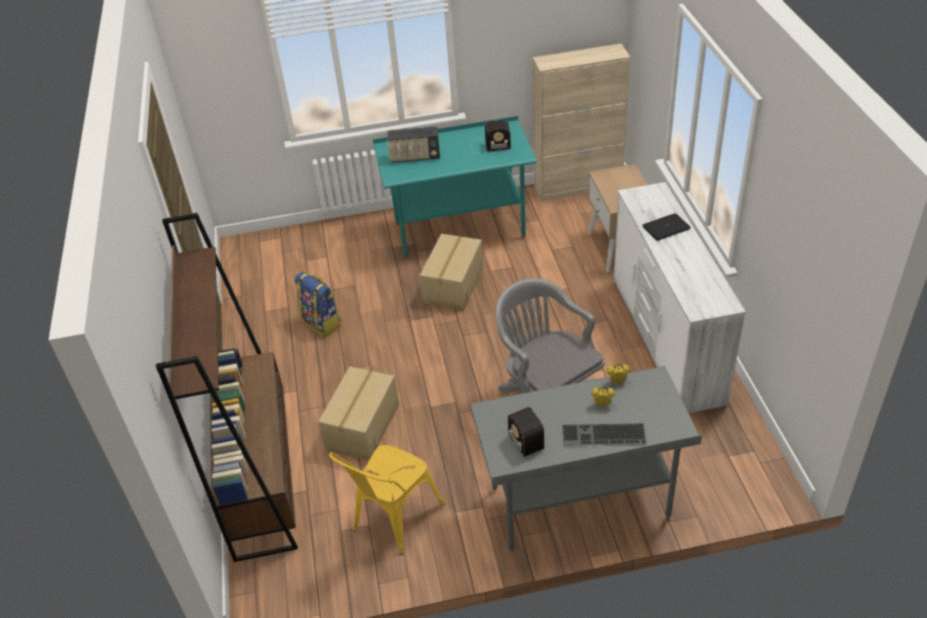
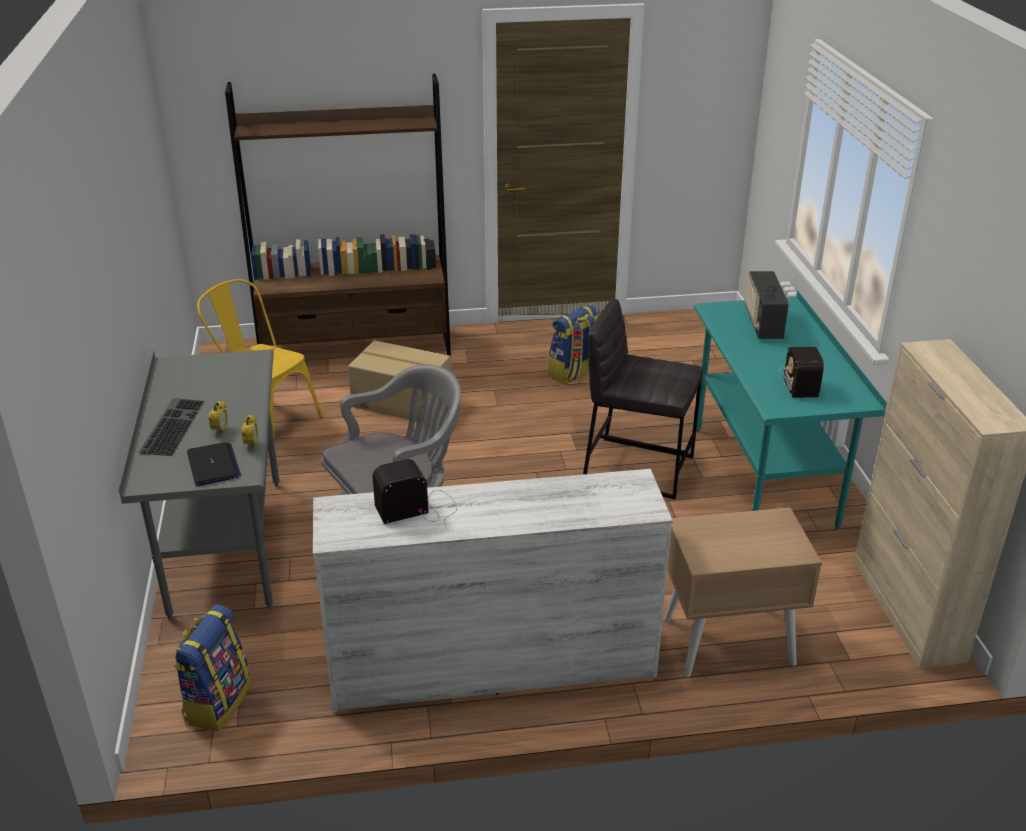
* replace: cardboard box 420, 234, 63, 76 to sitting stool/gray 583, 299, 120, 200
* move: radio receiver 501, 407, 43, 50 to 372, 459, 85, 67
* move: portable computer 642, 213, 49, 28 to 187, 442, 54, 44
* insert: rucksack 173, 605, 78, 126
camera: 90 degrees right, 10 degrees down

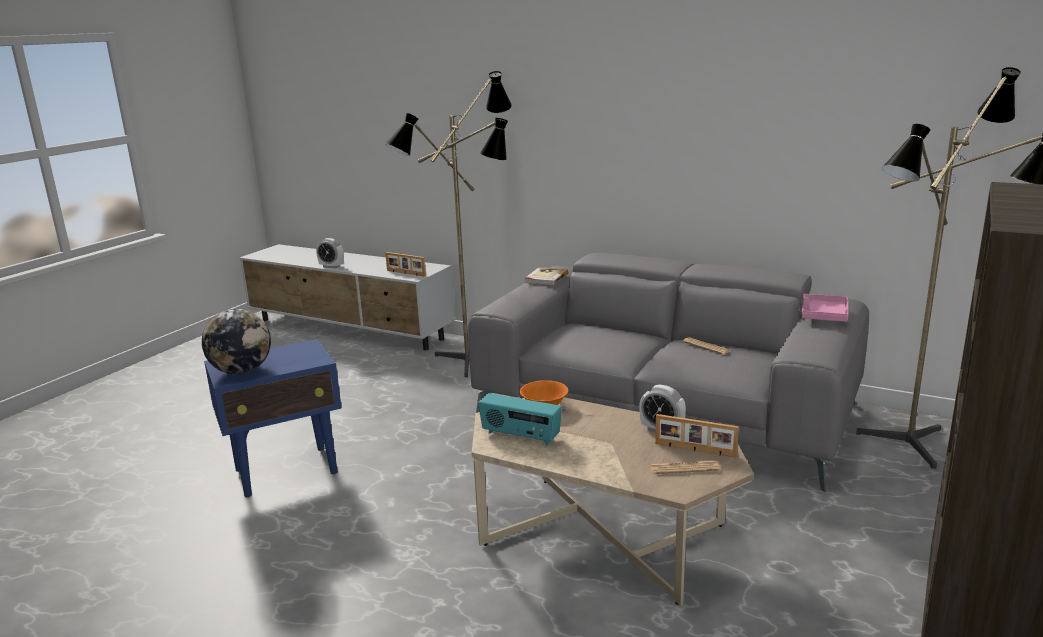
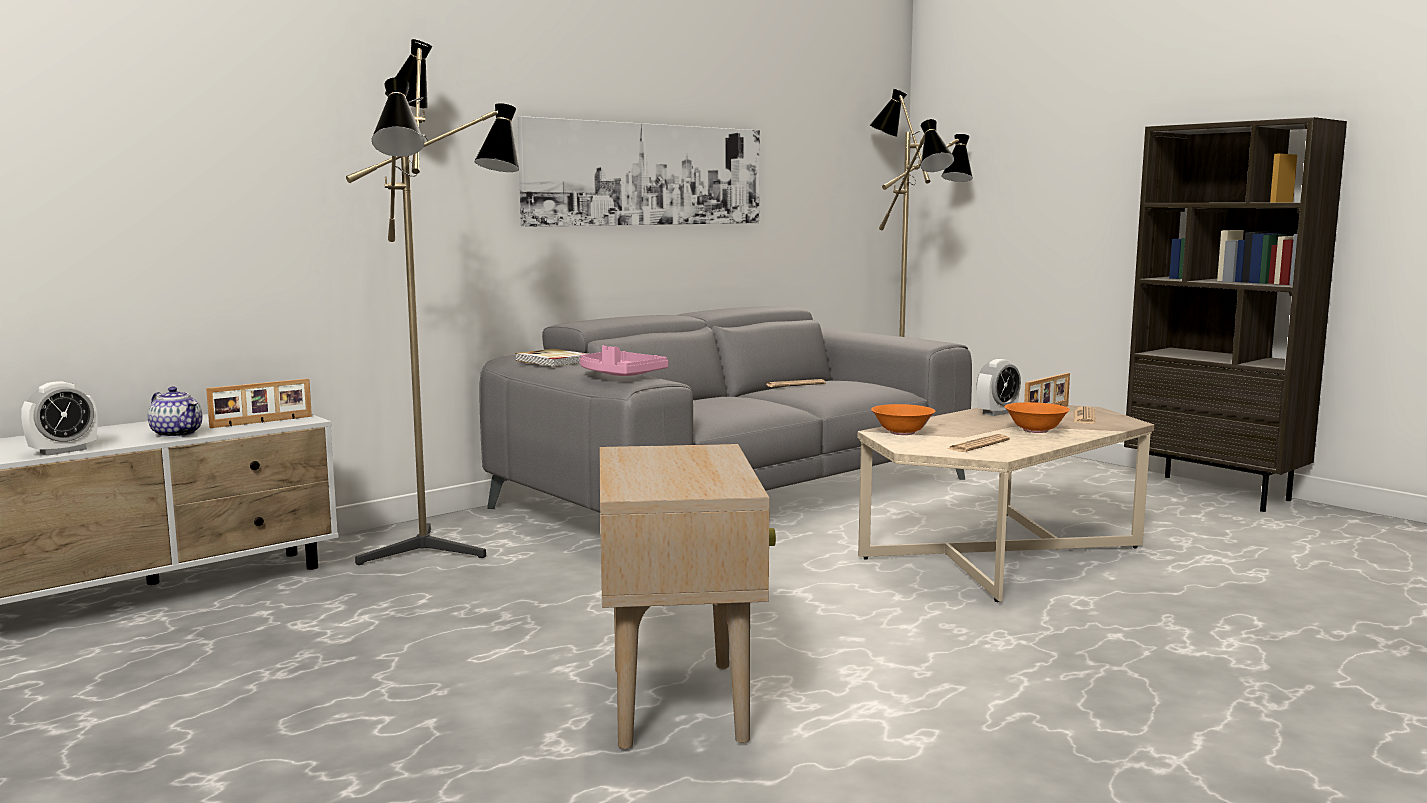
* delete: desk globe 202, 309, 69, 65
* recolor: accent table/blue 204, 339, 138, 159 to accent table/beige-coloured 600, 444, 176, 305
* replace: radio receiver 478, 393, 84, 52 to newspaper 947, 434, 63, 18
* move: carrying tray/pink 801, 294, 47, 28 to 580, 345, 89, 31
* insert: pot for tea 147, 387, 55, 51
* insert: picture 517, 116, 243, 111
* insert: bowl/orangey 1005, 402, 65, 31
camera: 70 degrees left, 10 degrees down

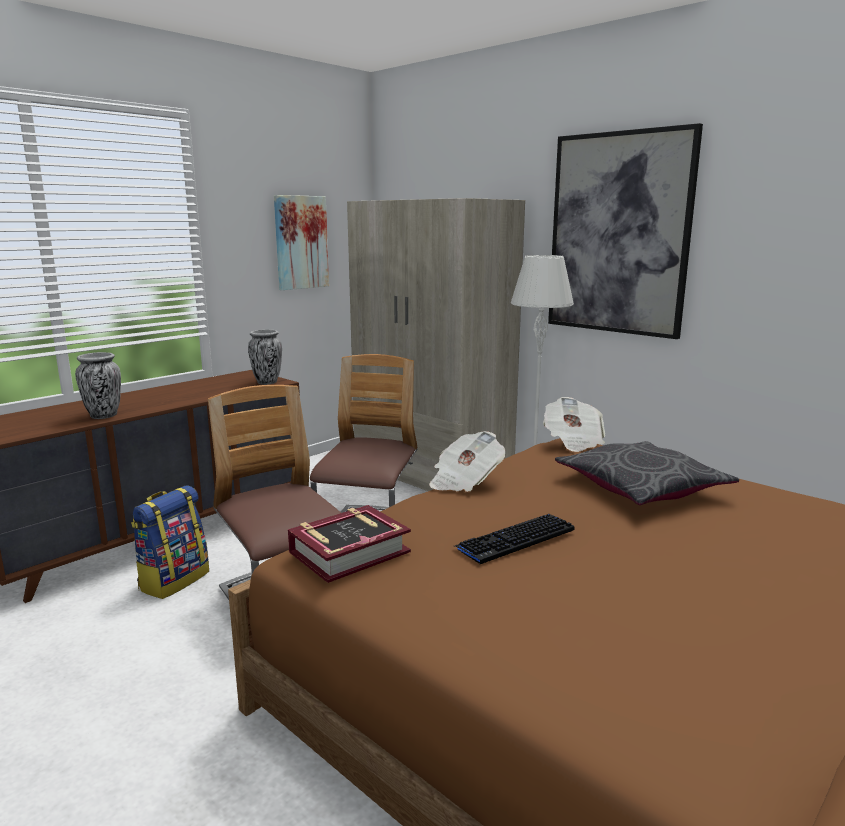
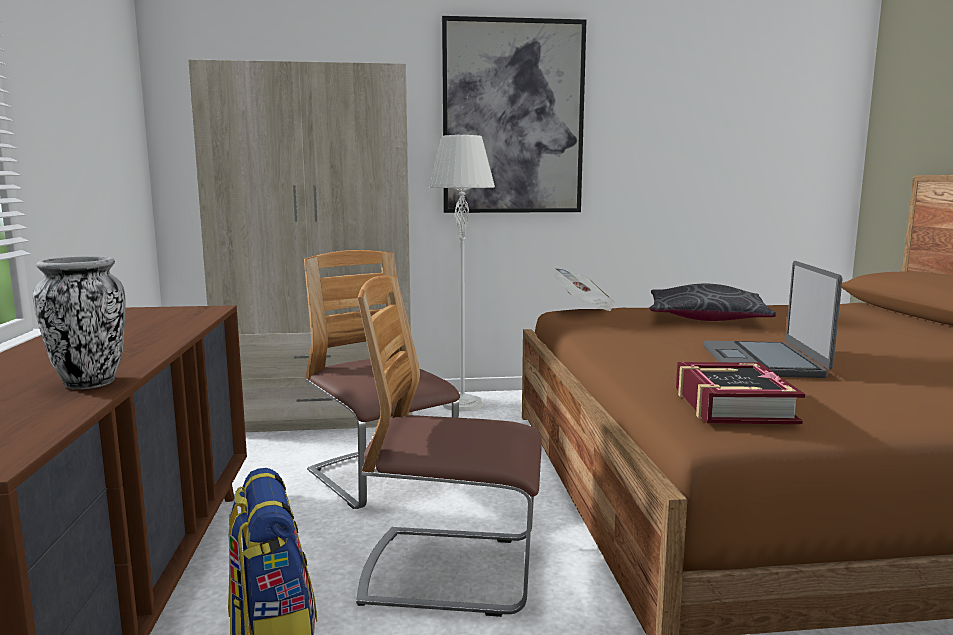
* delete: vase 248, 329, 34, 56
* delete: picture 274, 195, 55, 95
* delete: newspaper 429, 431, 77, 61
* replace: PC keyboard 455, 514, 120, 50 to portable computer 703, 261, 140, 117
camera: 50 degrees left, 5 degrees down

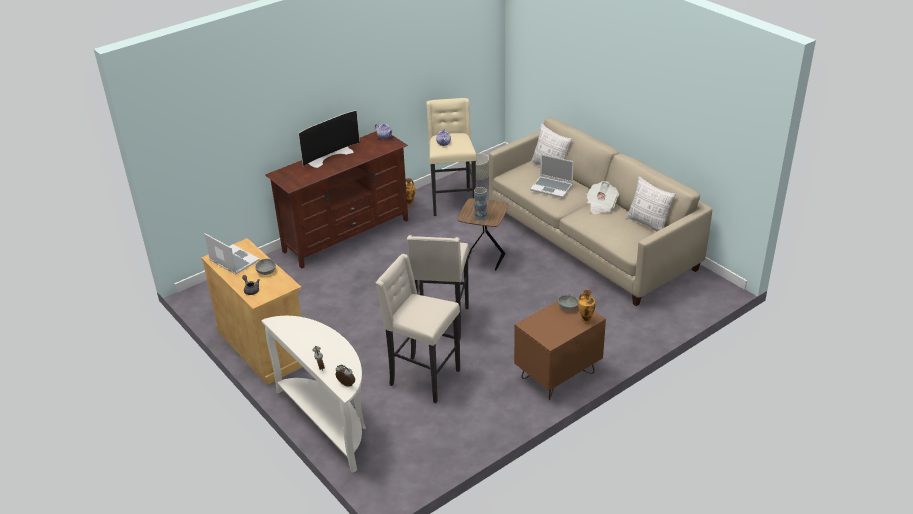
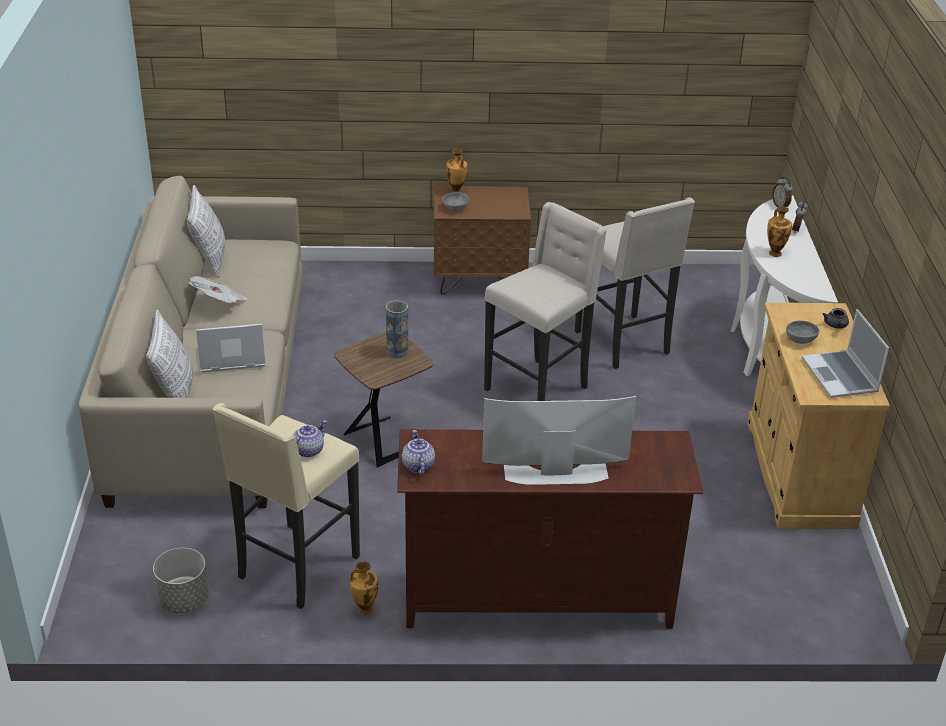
* rotate: portable computer 530, 154, 44, 44 = 196, 324, 70, 48 75 degrees counterclockwise
* insert: vase 767, 206, 25, 51
camera: 145 degrees left, 0 degrees up

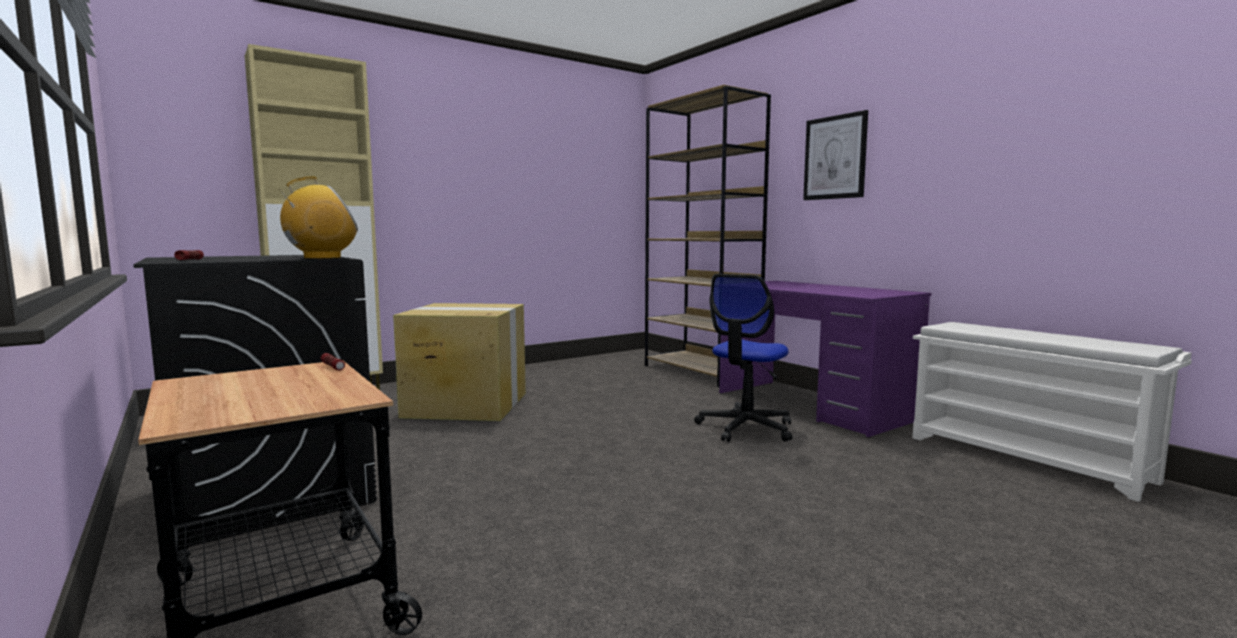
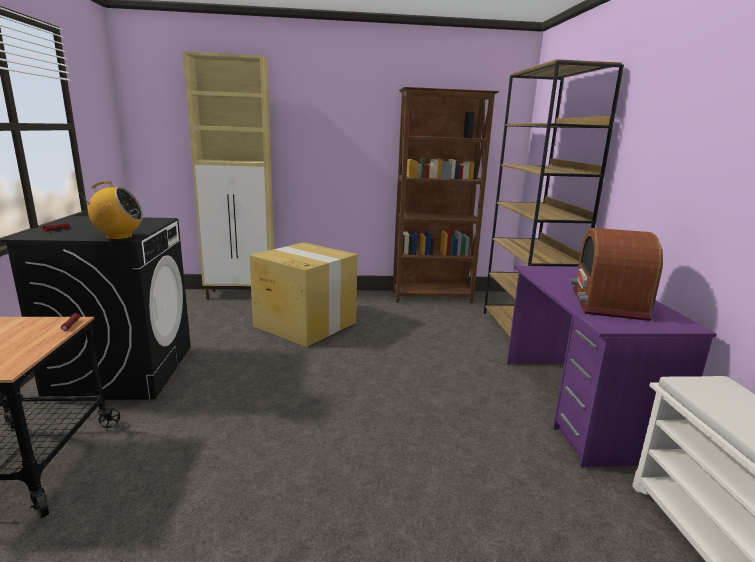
* delete: desk chair 694, 274, 98, 168
* delete: picture 803, 110, 65, 90
* insert: shelving unit/brownish 393, 87, 106, 216
* insert: radio receiver 570, 228, 93, 93
camera: 30 degrees right, 10 degrees up

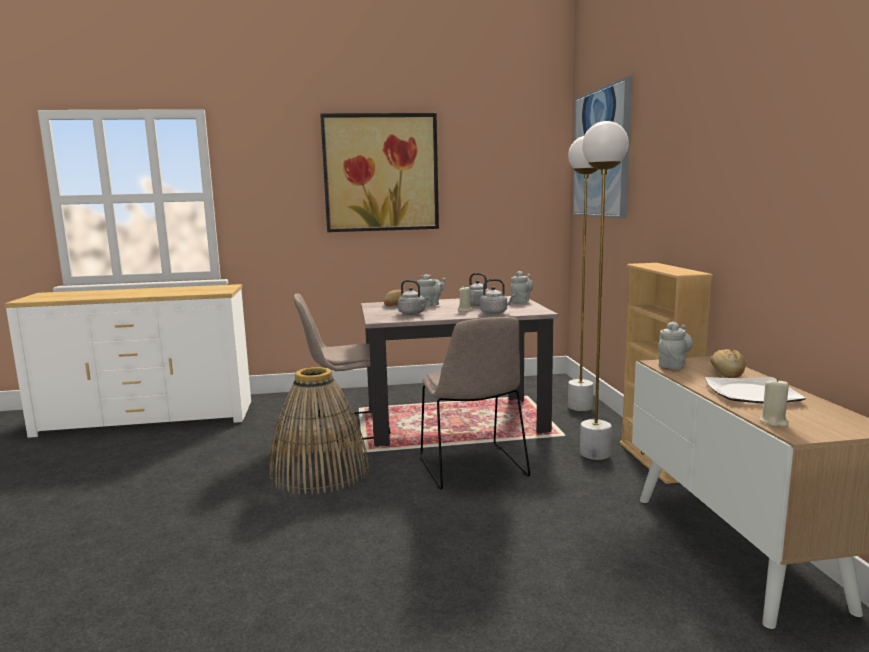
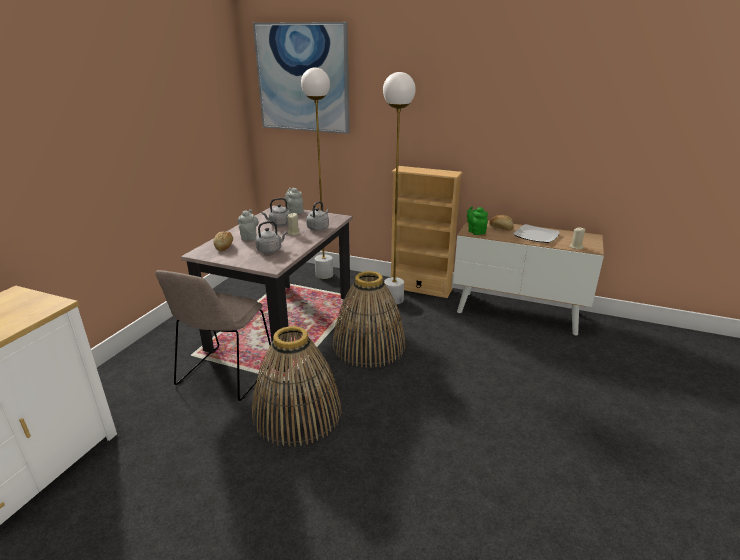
* delete: picture 320, 113, 119, 119
* replace: chair/beige-coloured 420, 317, 110, 173 to household basket 333, 271, 72, 97
* recolor: pot for tea/gray 658, 322, 35, 47 to pot for tea/greenish 467, 206, 21, 29
camera: 60 degrees left, 15 degrees up

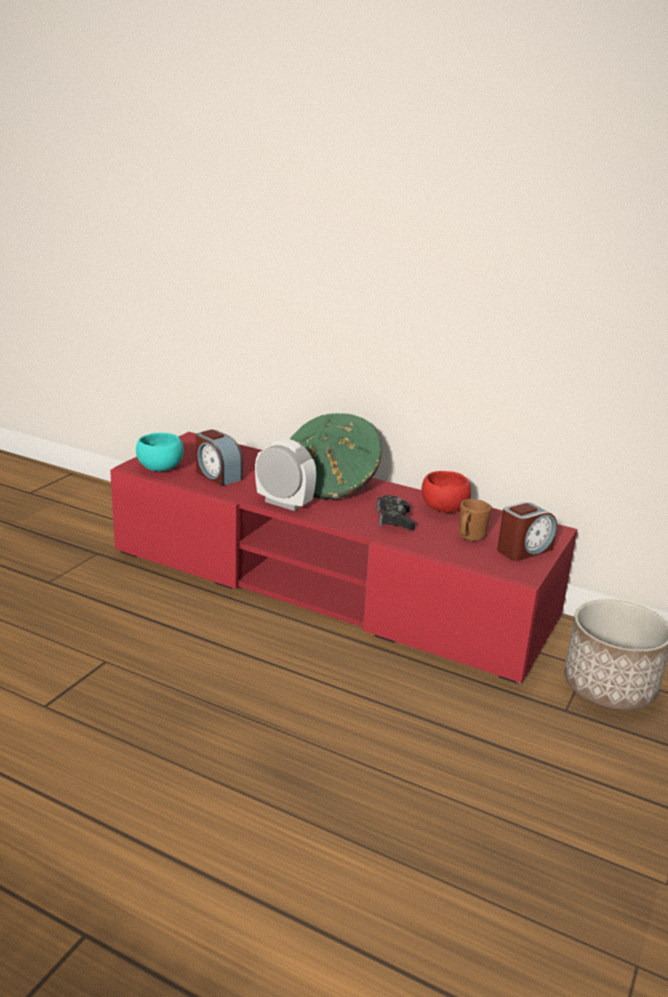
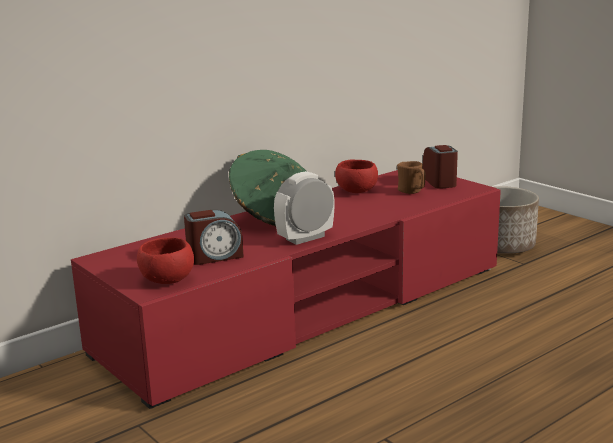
* recolor: bowl/turquoise-coloured 136, 433, 48, 39 to bowl/red-coloured 137, 237, 57, 47
* delete: game controller/black-coloured 376, 495, 39, 36
camera: 65 degrees left, 5 degrees down

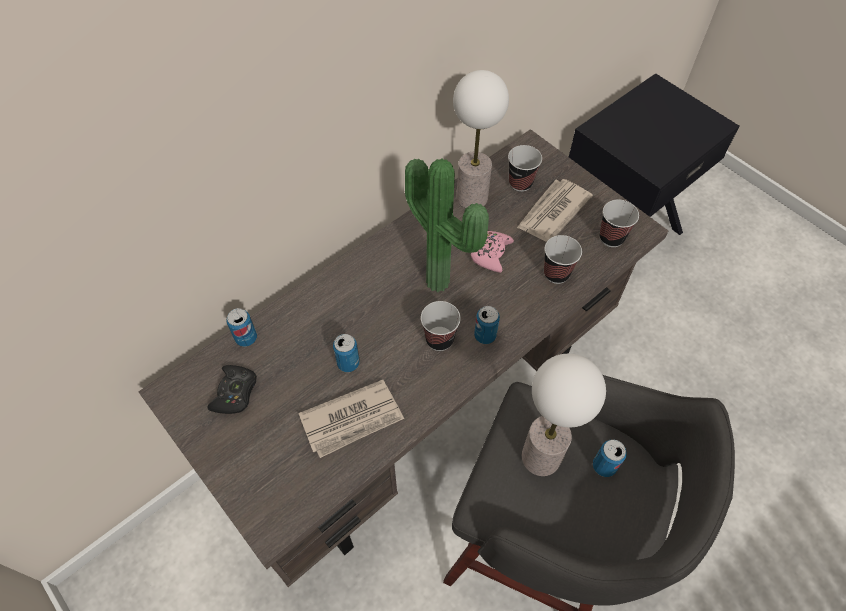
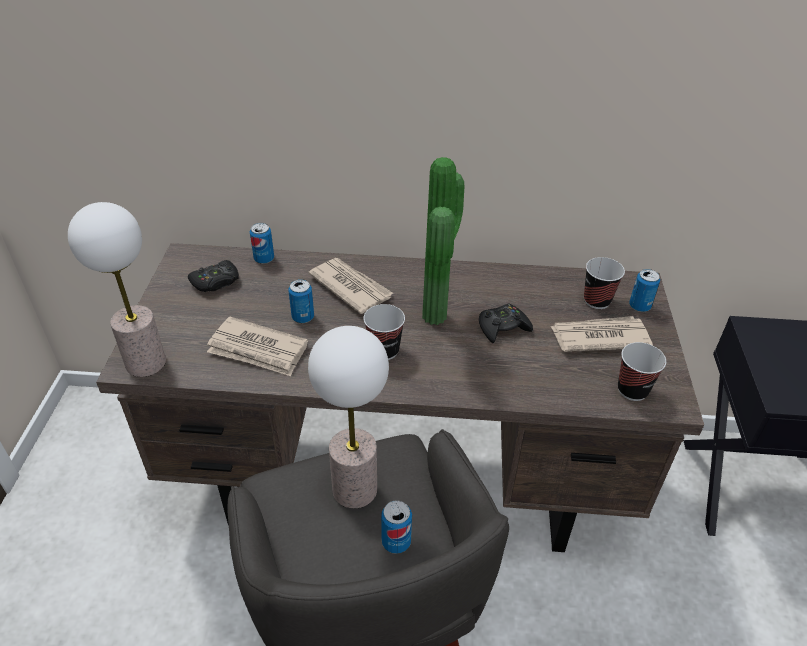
* move: table lamp 453, 70, 56, 138 to 68, 202, 98, 175
* recolor: game controller/pink 471, 231, 43, 42 to game controller/black-coloured 479, 303, 54, 40
* move: sealed can 474, 306, 26, 38 to 629, 269, 31, 43
* delete: drinking cup 544, 235, 38, 49
* insert: newspaper 308, 258, 85, 56
camera: 45 degrees right, 15 degrees down

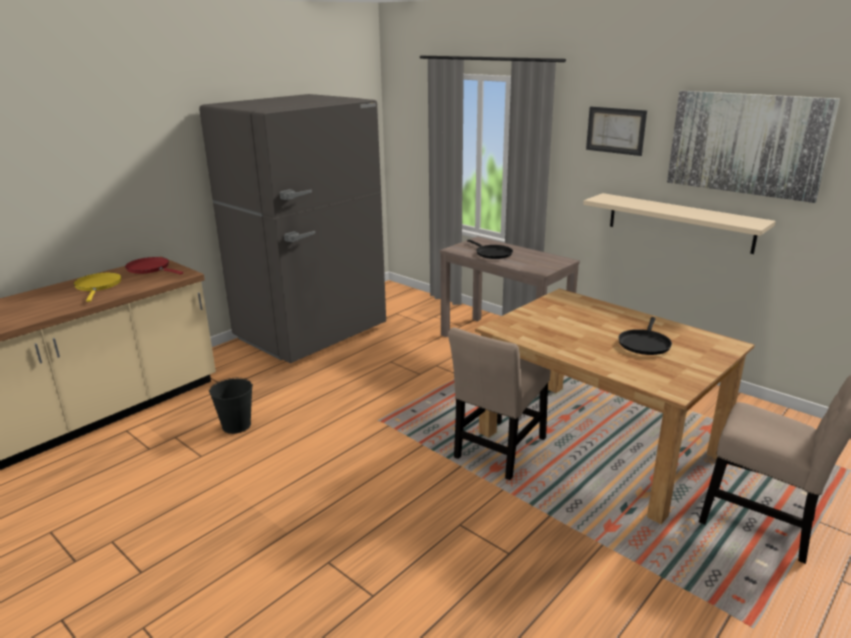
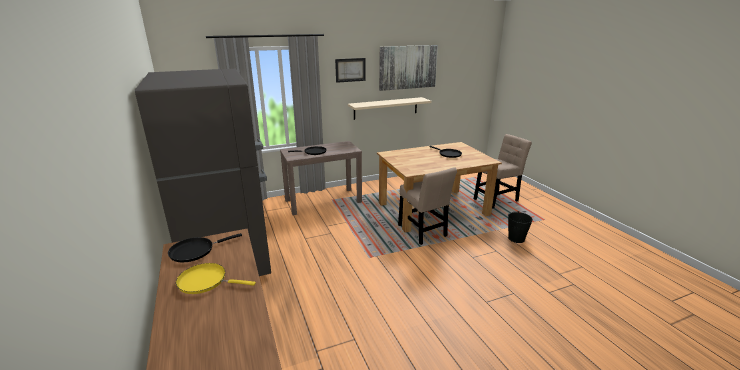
* recolor: skillet/red-coloured 125, 257, 58, 18 to skillet/black-coloured 168, 233, 74, 29
* move: bucket/black-coloured 209, 378, 44, 56 to 508, 212, 25, 31
camera: 65 degrees left, 0 degrees up

